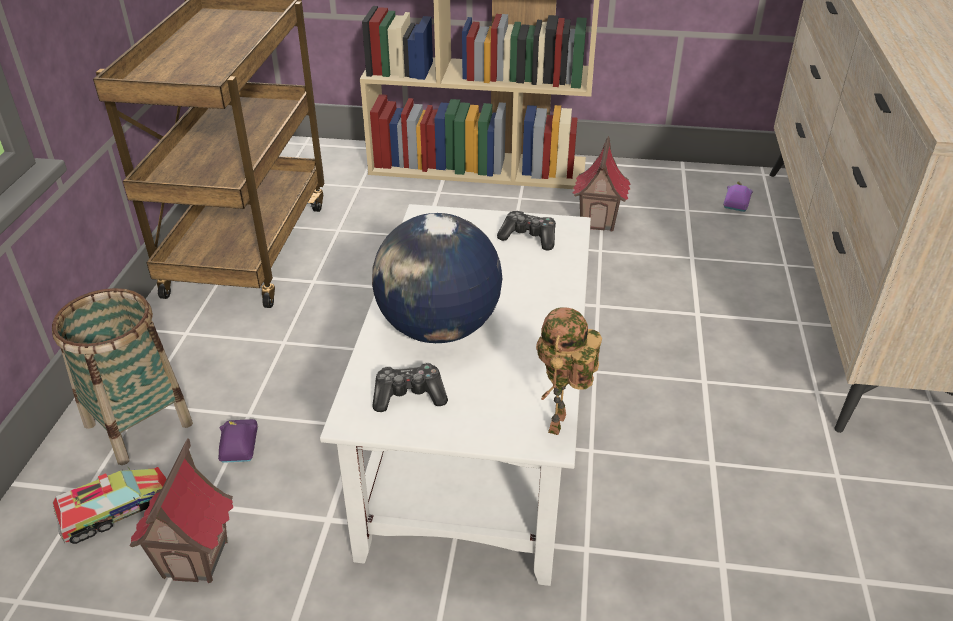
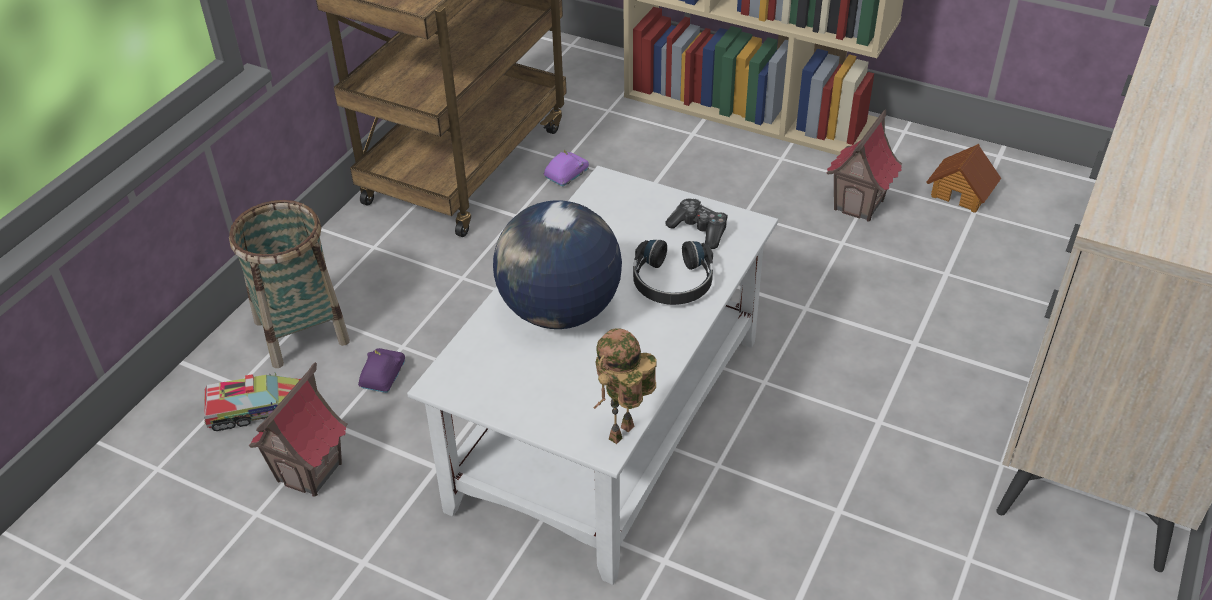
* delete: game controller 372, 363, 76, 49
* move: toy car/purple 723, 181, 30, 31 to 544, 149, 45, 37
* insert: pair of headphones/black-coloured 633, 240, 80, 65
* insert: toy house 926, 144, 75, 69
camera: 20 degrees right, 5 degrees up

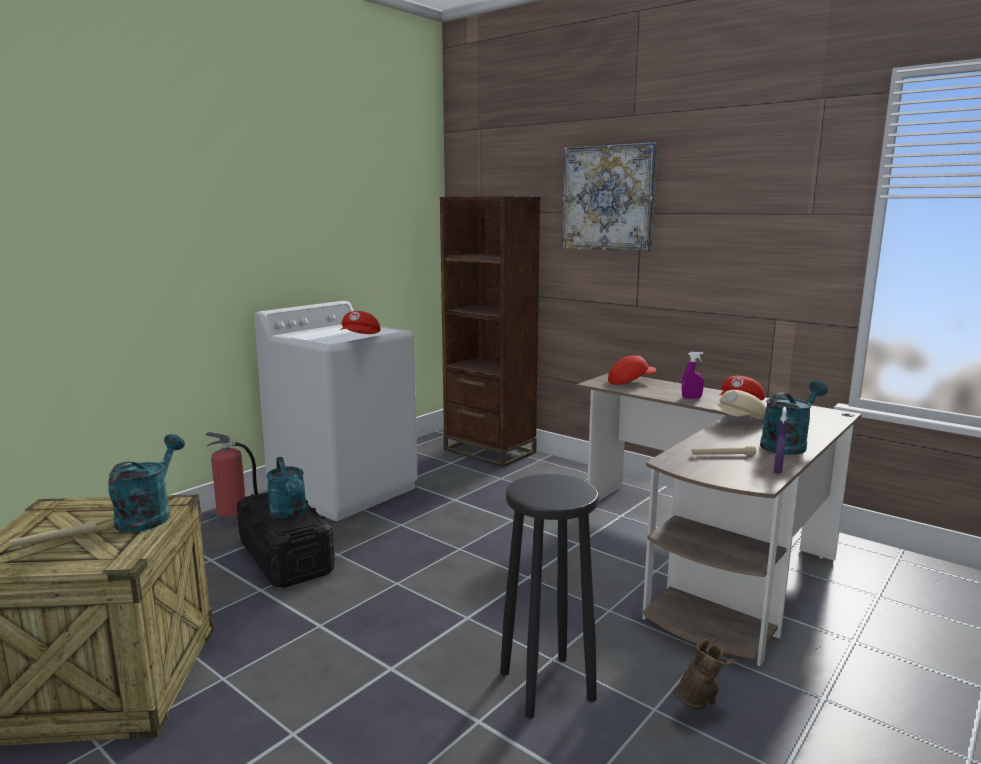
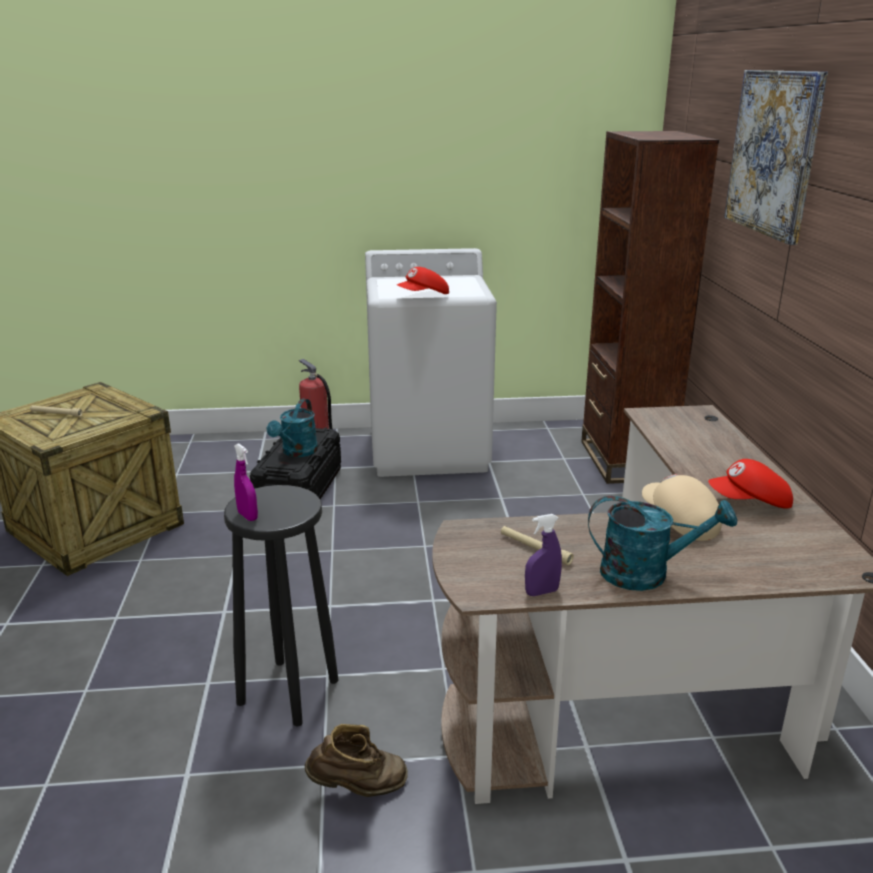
* delete: watering can/turquoise-coloured 108, 434, 77, 98
* delete: peaked cap/red-coloured 608, 355, 48, 30
* move: hand sprayer/purple 682, 352, 22, 47 to 234, 443, 24, 78
* rotate: peaked cap/beige-coloured 712, 390, 54, 29 = 642, 474, 80, 67 45 degrees clockwise
camera: 45 degrees right, 10 degrees up

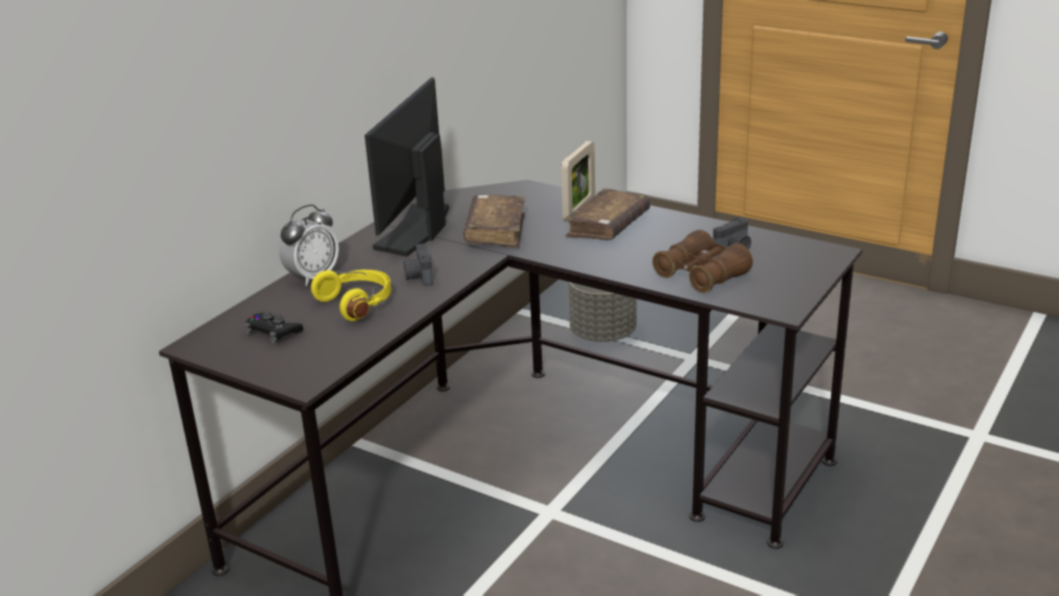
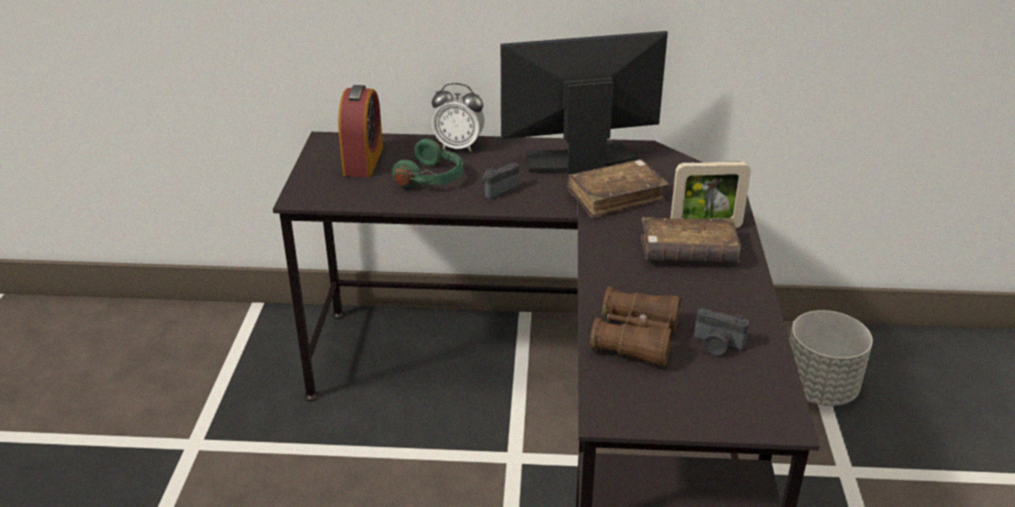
* replace: game controller/black-coloured 244, 311, 59, 32 to alarm clock 338, 85, 45, 92
* recolor: pair of headphones/yellow 311, 270, 80, 51 to pair of headphones/greenish 392, 139, 71, 49
camera: 60 degrees right, 5 degrees up

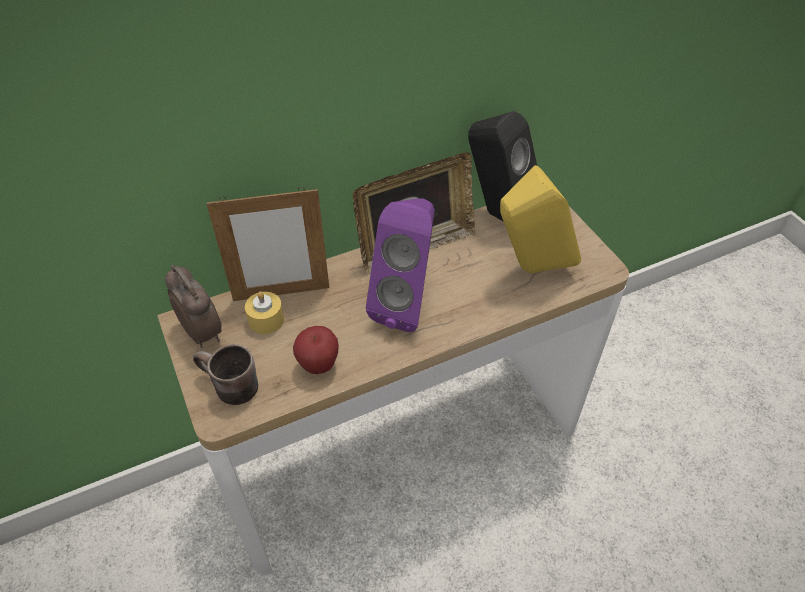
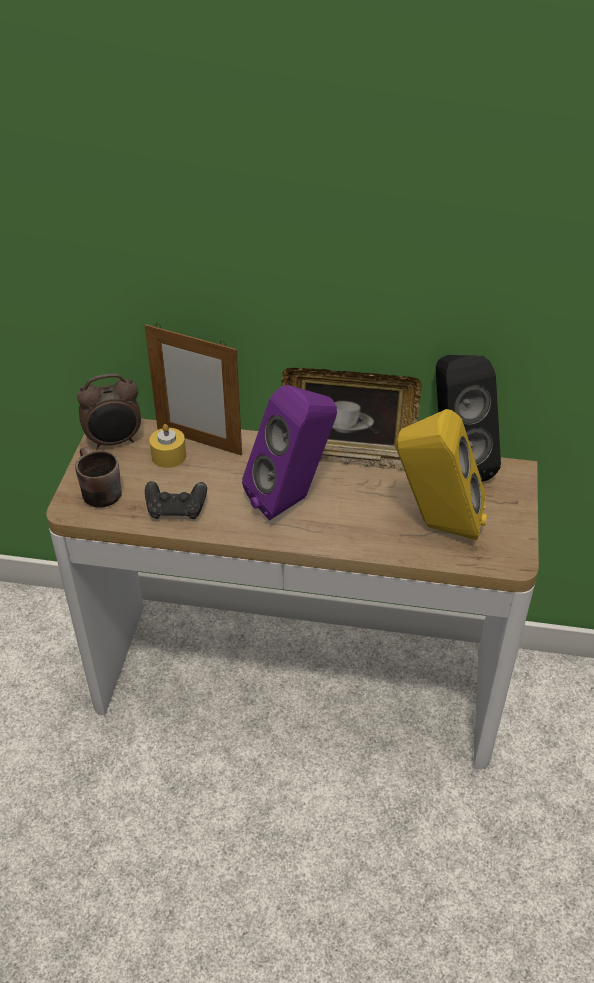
* rotate: alarm clock 165, 265, 57, 83 = 77, 373, 64, 77 75 degrees clockwise
* replace: whole apple 293, 326, 46, 48 to game controller/black-coloured 145, 481, 62, 38
camera: 35 degrees right, 5 degrees down

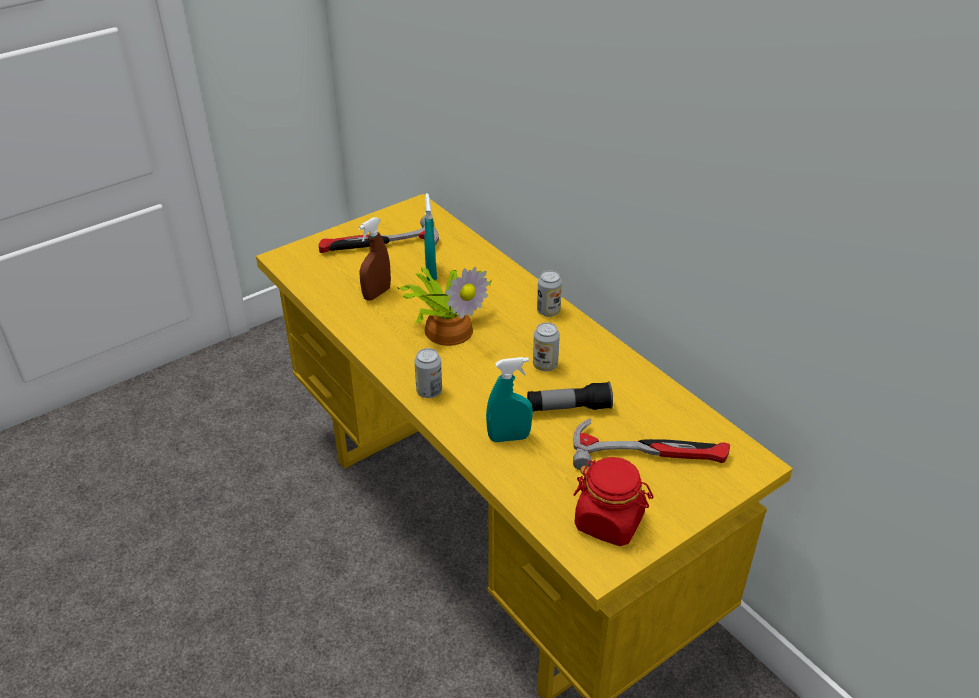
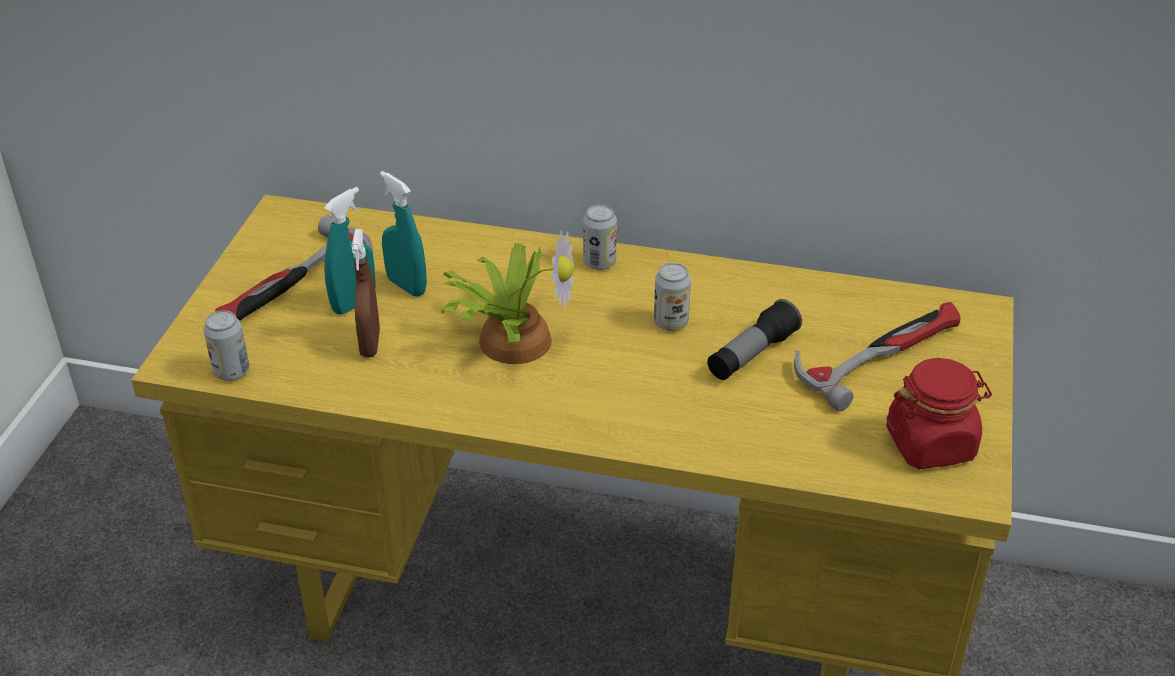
* move: sealed can 414, 348, 28, 50 to 203, 310, 46, 71
* move: hand sprayer/turquoise-coloured 486, 357, 47, 85 to 324, 187, 52, 128
camera: 40 degrees left, 0 degrees up

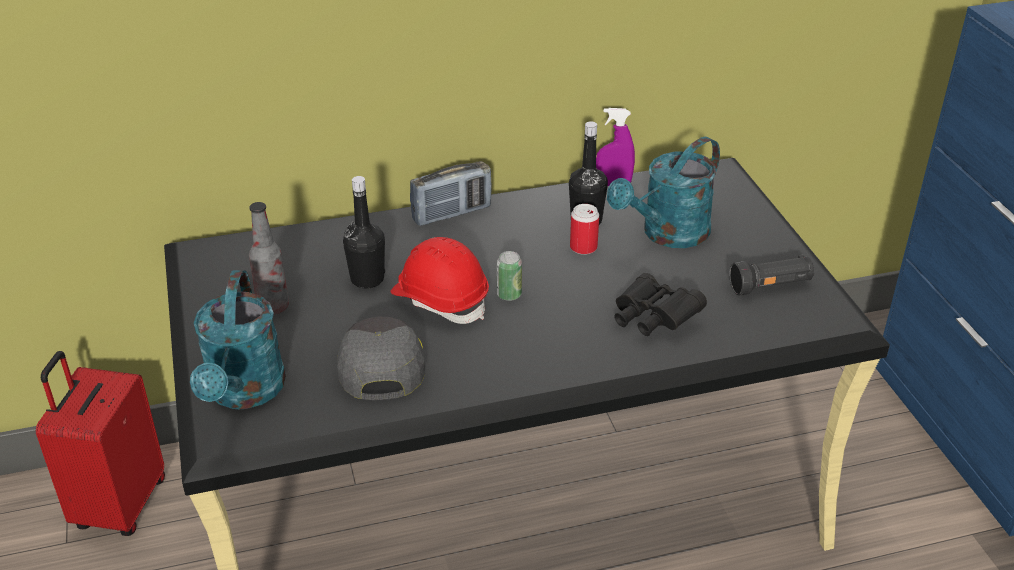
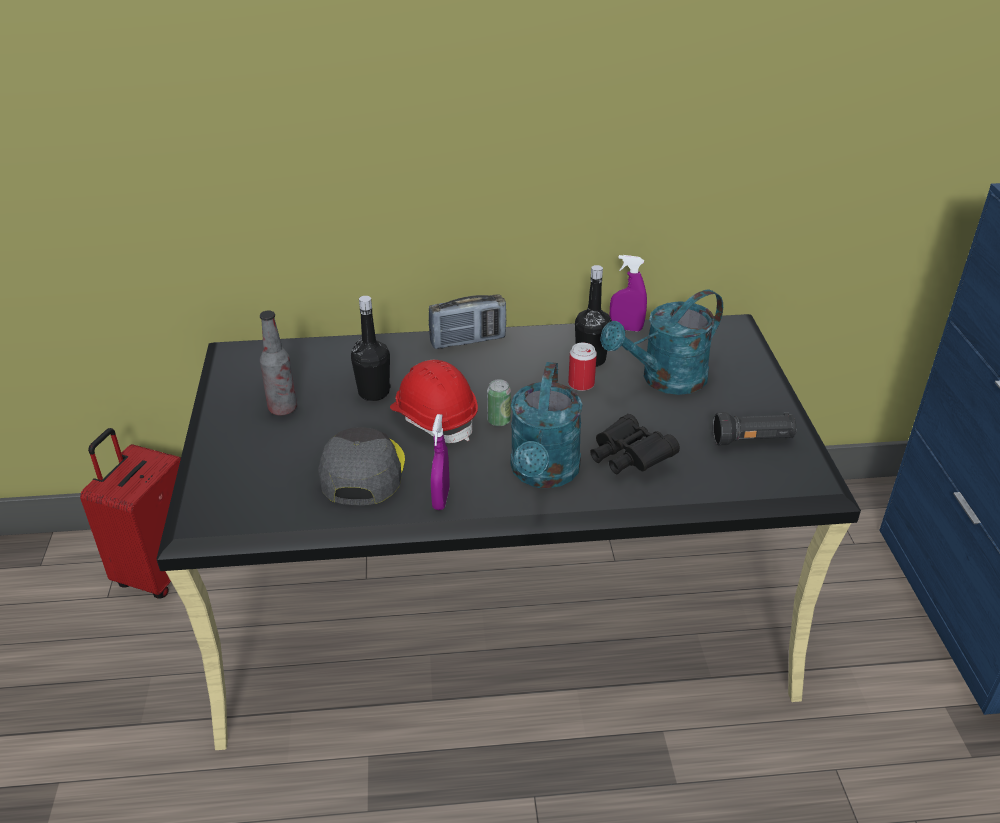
* move: watering can/turquoise-coloured 190, 270, 96, 139 to 511, 362, 72, 127
* insert: hand sprayer/purple 431, 414, 18, 96
camera: 10 degrees right, 0 degrees up

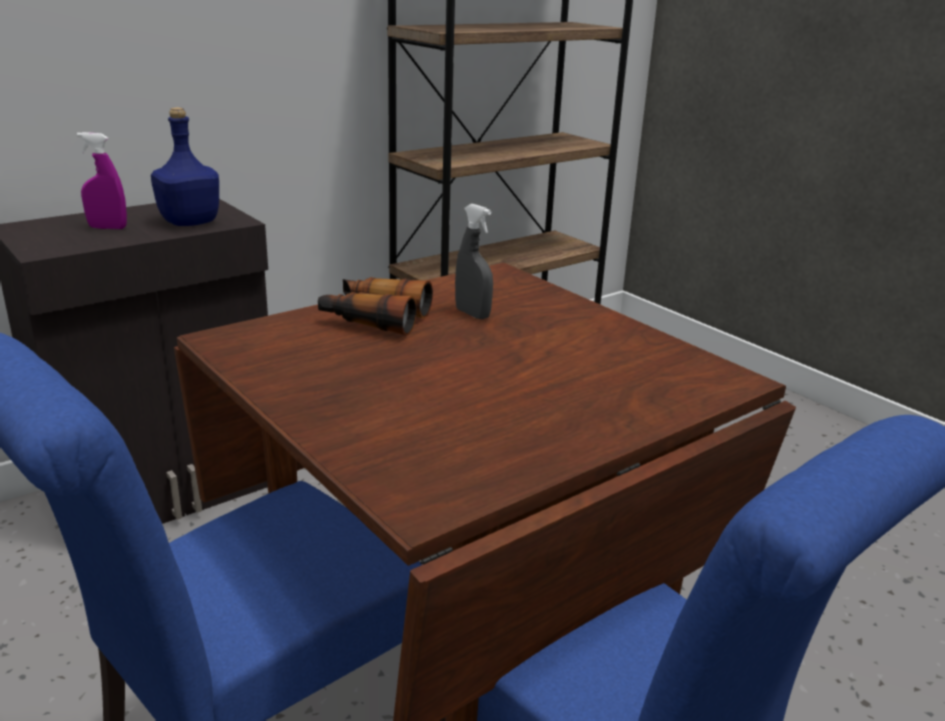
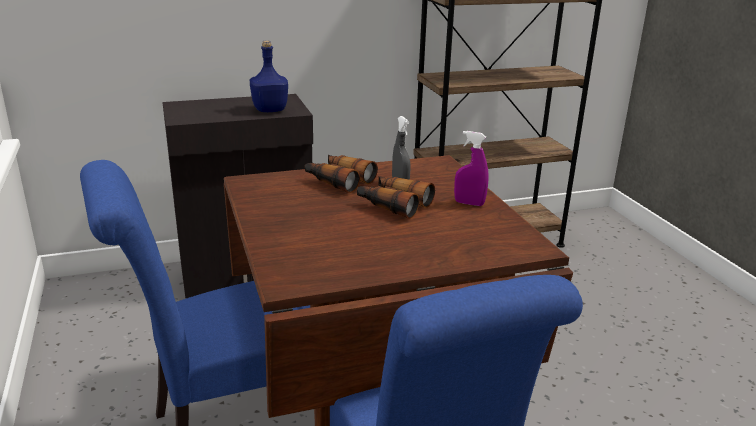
* move: hand sprayer/purple 77, 132, 50, 97 to 454, 131, 35, 75
* insert: binoculars 357, 176, 78, 43
camera: 20 degrees right, 0 degrees up

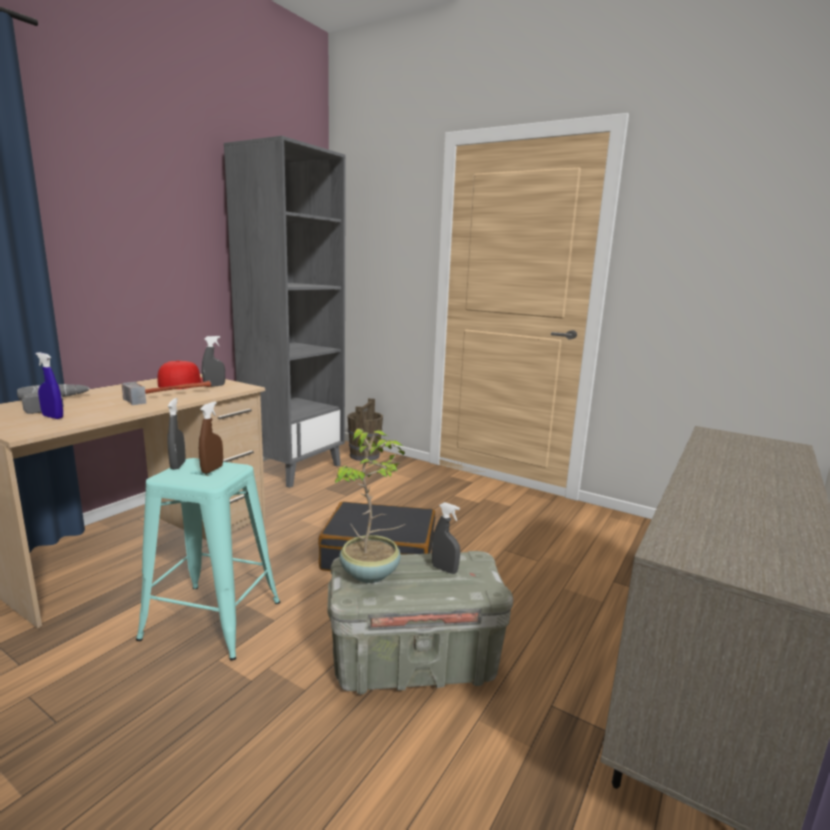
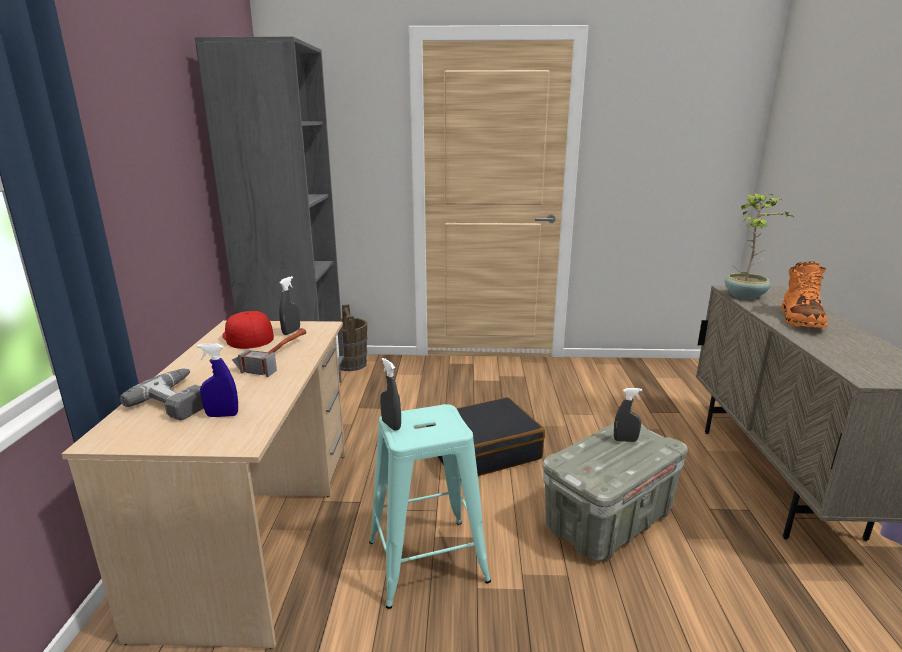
* delete: hand sprayer/brownish 199, 402, 24, 72
* move: houseplant 335, 428, 70, 155 to 725, 193, 70, 106
* insert: high-top boot/orangey 781, 262, 47, 66
camera: 30 degrees left, 5 degrees up

